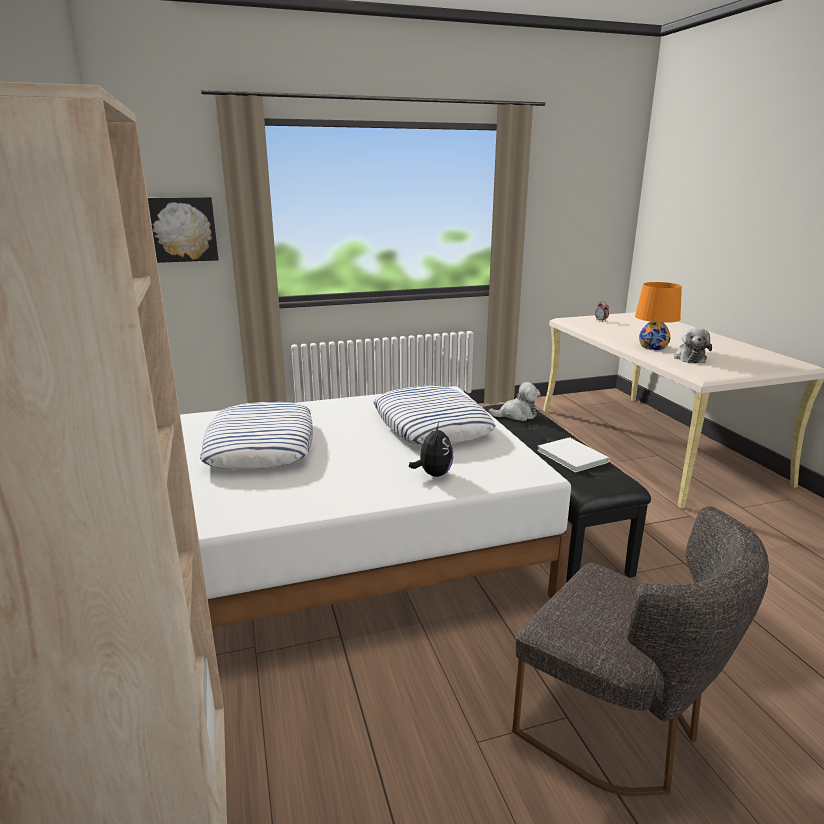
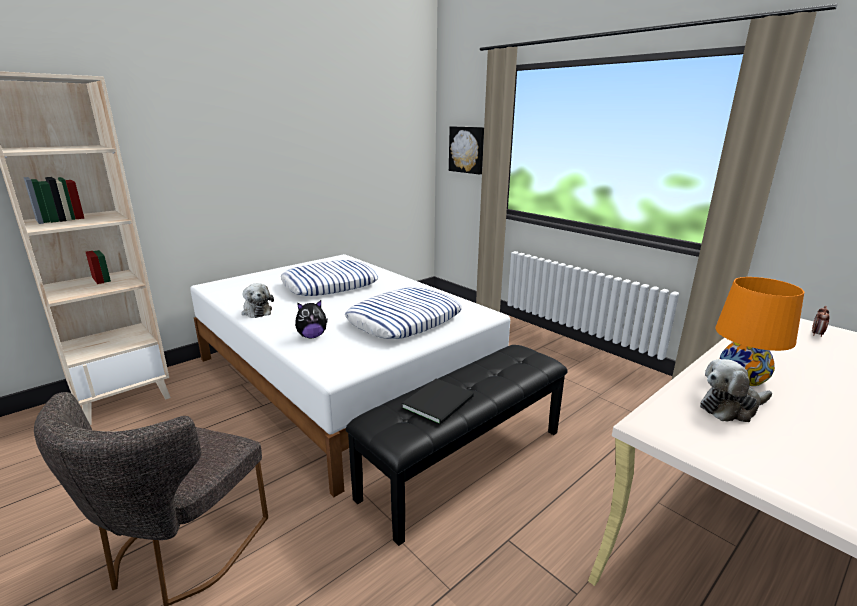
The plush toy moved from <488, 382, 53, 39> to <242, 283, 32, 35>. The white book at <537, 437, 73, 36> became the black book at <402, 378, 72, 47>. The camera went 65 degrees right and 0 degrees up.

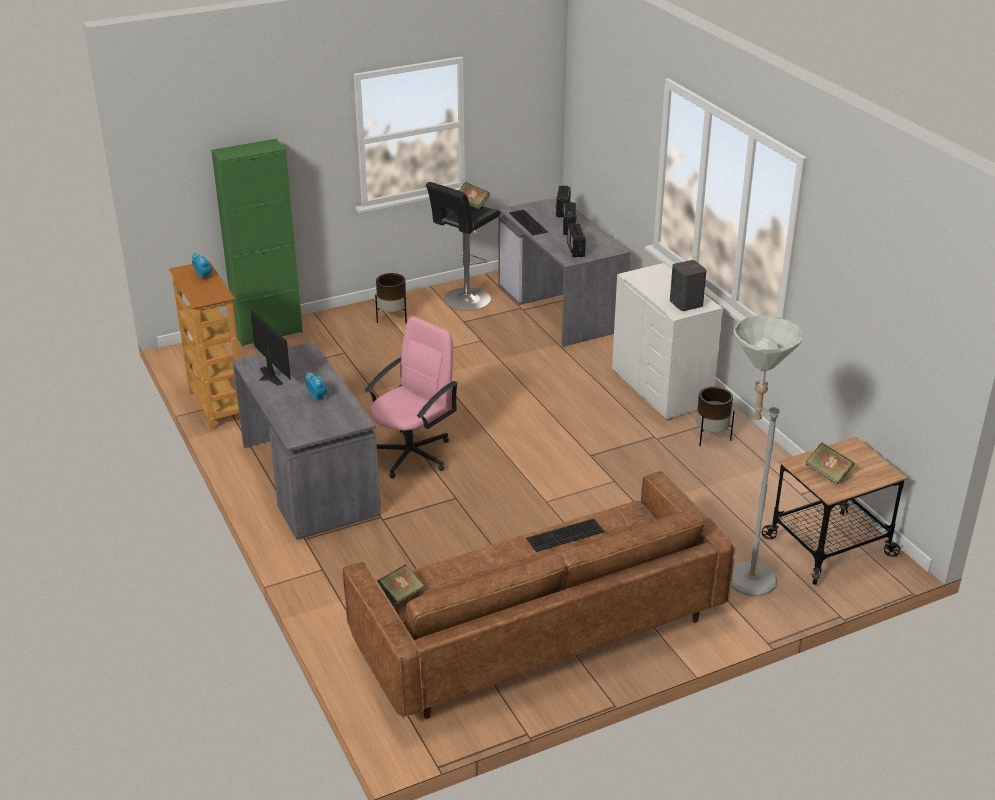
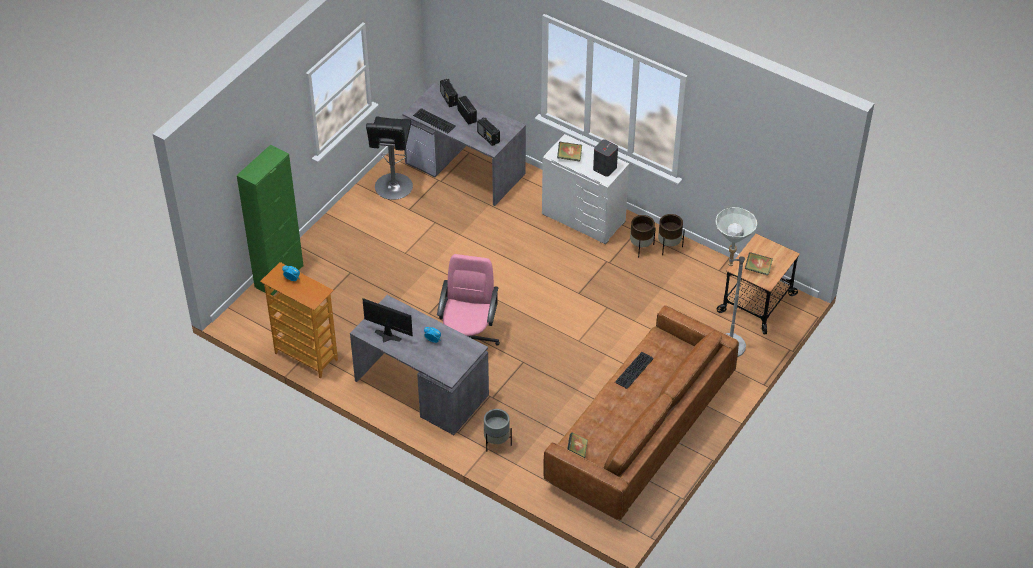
The book moved from <459, 182, 31, 28> to <557, 142, 25, 20>. The brown planter moved from <375, 273, 32, 50> to <658, 214, 27, 41>. The grey planter at <484, 409, 28, 42> appeared. The camera went 30 degrees left and 15 degrees up.

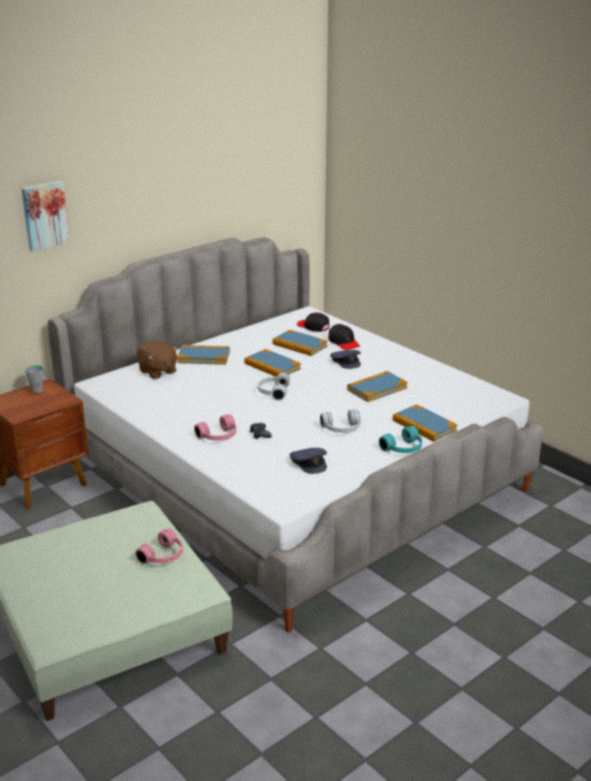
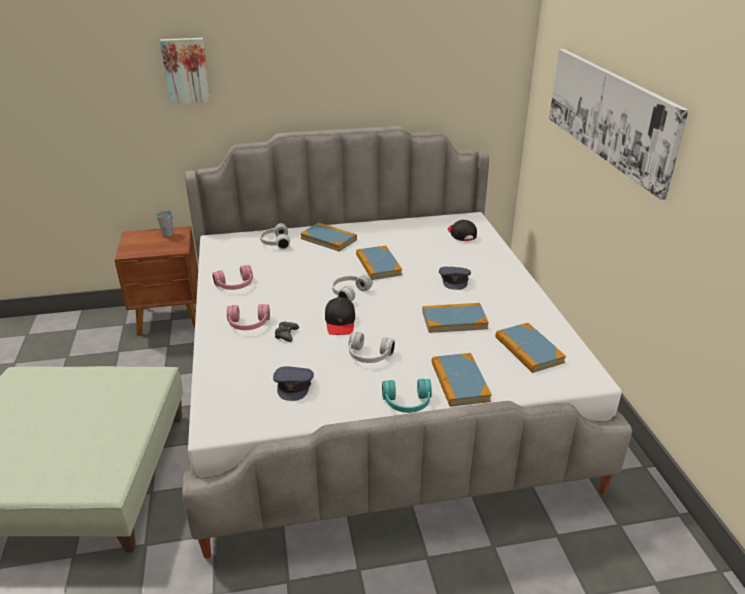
The black cap moved from <328, 324, 32, 26> to <325, 297, 30, 38>. The book moved from <272, 330, 56, 26> to <496, 323, 70, 50>. The brown plush toy at <136, 340, 42, 39> was replaced by the white headphones at <260, 223, 30, 26>. The pink headphones moved from <135, 528, 48, 36> to <212, 265, 41, 25>. The picture at <549, 49, 140, 151> appeared. The camera went 30 degrees right and 5 degrees up.

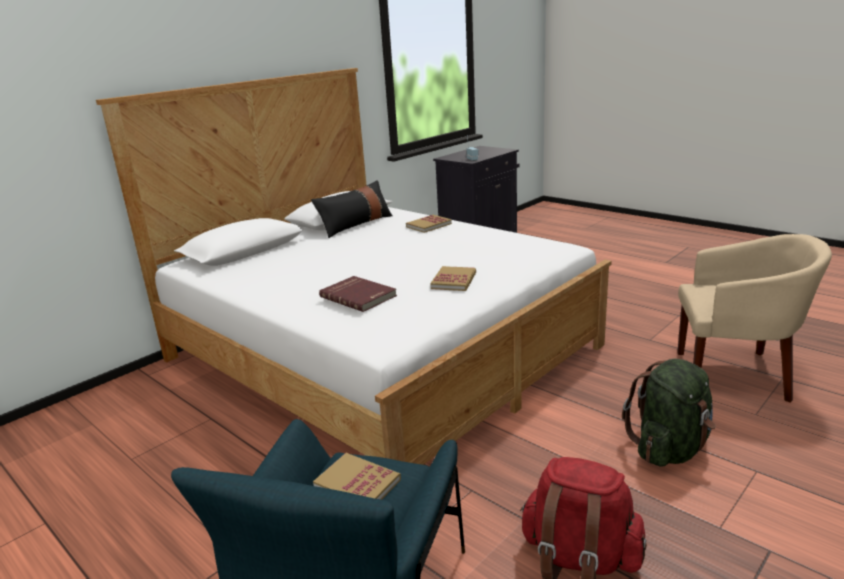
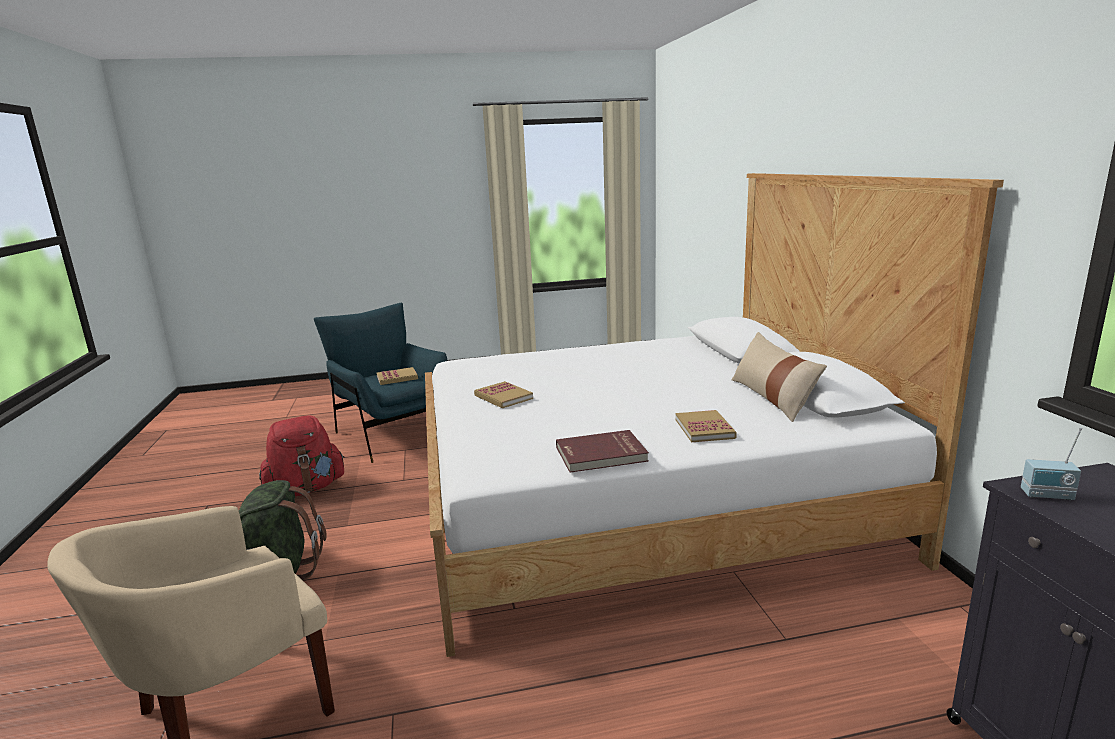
The black pillow at <311, 180, 82, 58> became the beige pillow at <732, 332, 95, 90>. The red book moved from <319, 276, 78, 36> to <556, 430, 93, 43>. The camera went 125 degrees right and 5 degrees down.

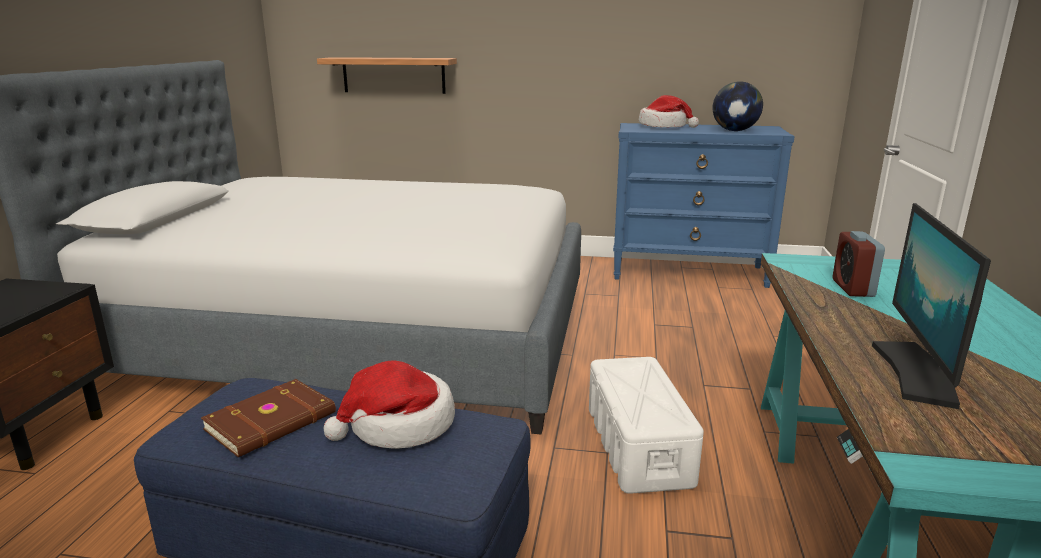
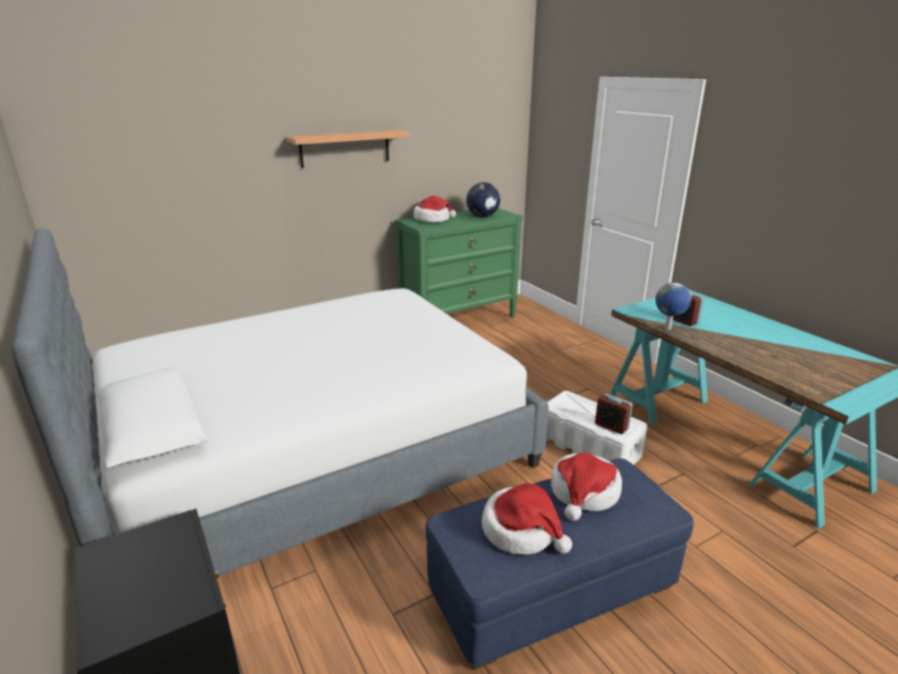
The shelf moved from <317, 57, 140, 37> to <286, 130, 124, 38>. The blue dresser at <613, 123, 182, 165> became the green dresser at <395, 208, 128, 110>. The monitor at <872, 203, 119, 206> disappeared. The brown book at <201, 379, 135, 78> was replaced by the hat at <482, 483, 90, 72>. The globe at <655, 283, 36, 47> appeared. The alarm clock at <595, 393, 38, 41> appeared. The camera went 40 degrees left and 5 degrees up.

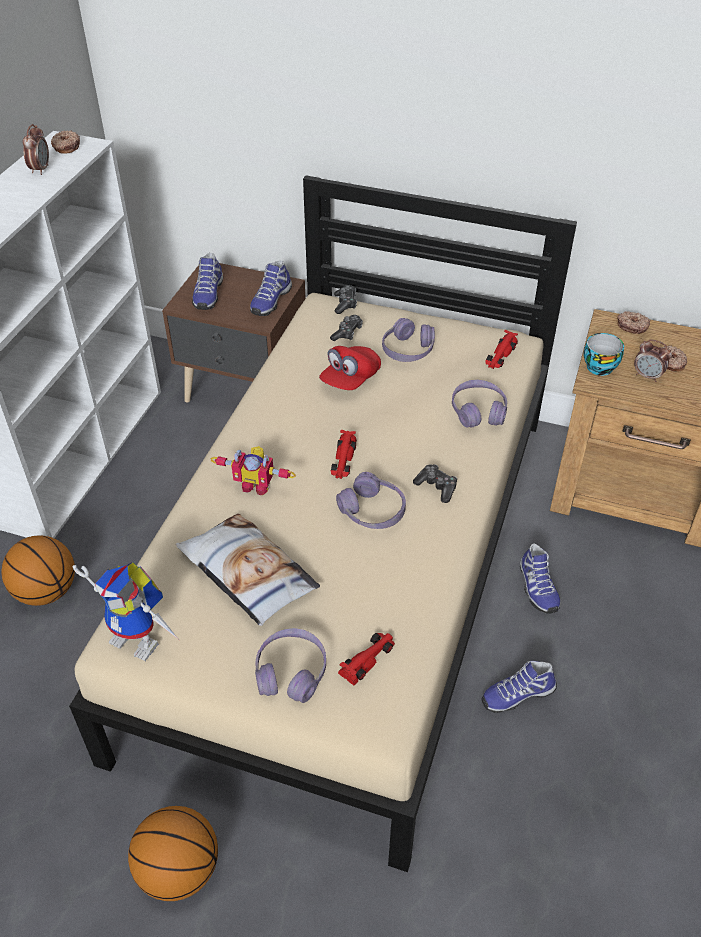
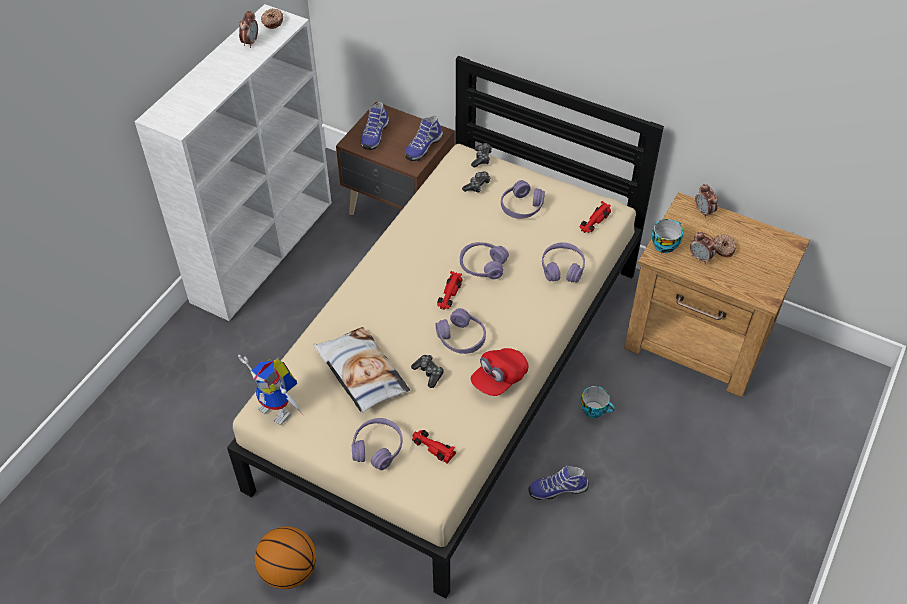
The donut at <617, 311, 34, 23> was replaced by the alarm clock at <695, 184, 23, 34>. The red cap moved from <319, 346, 62, 44> to <471, 348, 57, 48>. The toy robot at <210, 446, 86, 50> disappeared. The game controller moved from <413, 464, 44, 39> to <411, 355, 33, 33>. The basketball at <1, 535, 74, 71> disappeared. The shoe at <520, 543, 40, 71> was replaced by the cup at <580, 386, 35, 32>. The red toy car at <338, 633, 57, 53> turned 105 degrees counterclockwise. The purple headphones at <460, 242, 49, 37> appeared. The camera went 10 degrees right and 5 degrees up.

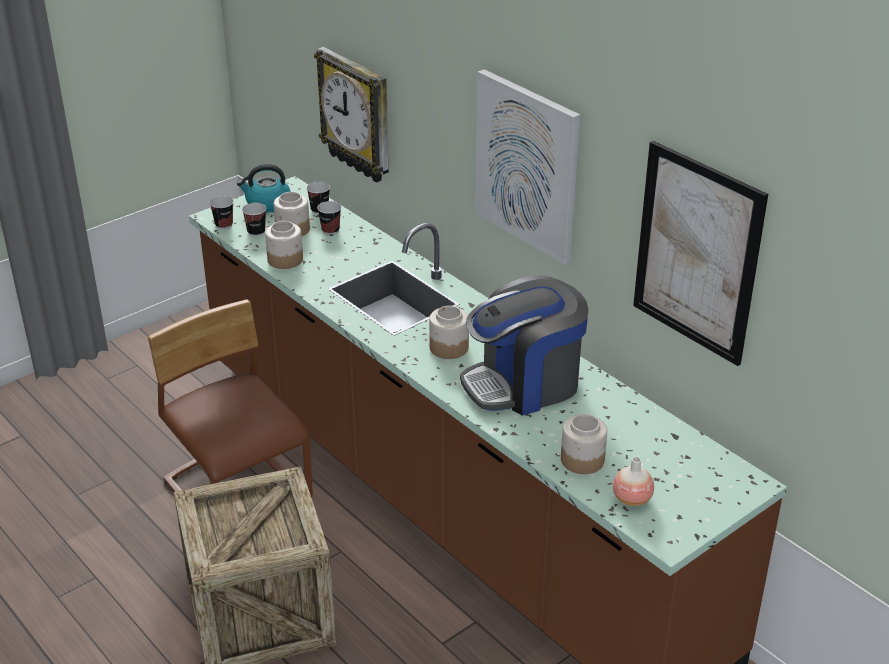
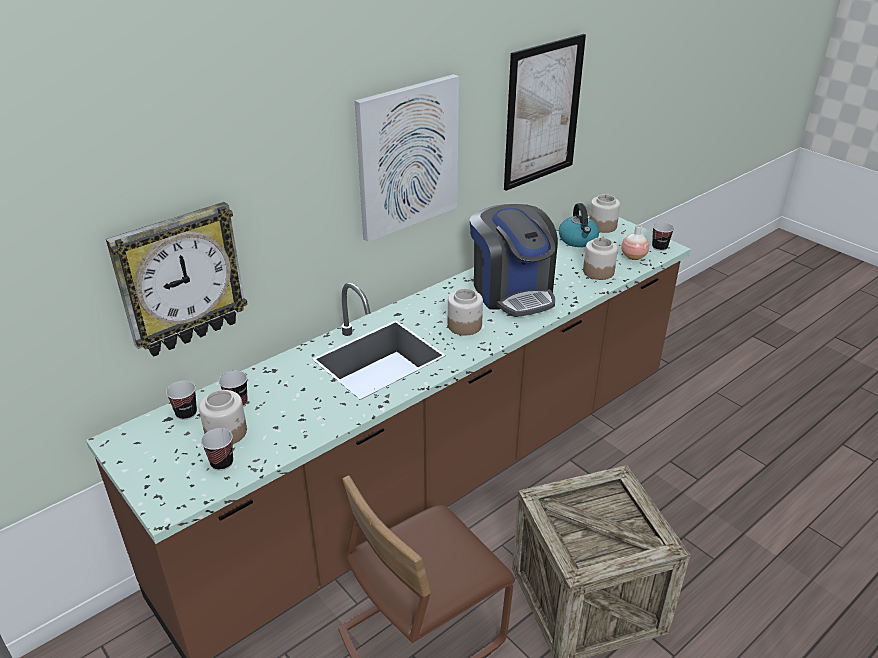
The kettle moved from <237, 164, 54, 49> to <559, 203, 40, 44>. The cup moved from <209, 196, 25, 33> to <652, 222, 22, 29>. The jar moved from <265, 221, 38, 48> to <589, 194, 31, 39>. The camera went 90 degrees left and 0 degrees up.

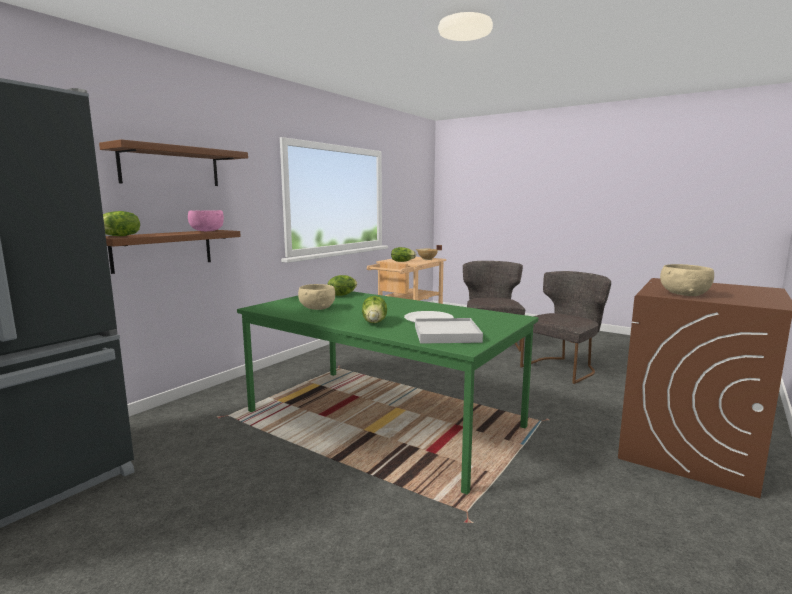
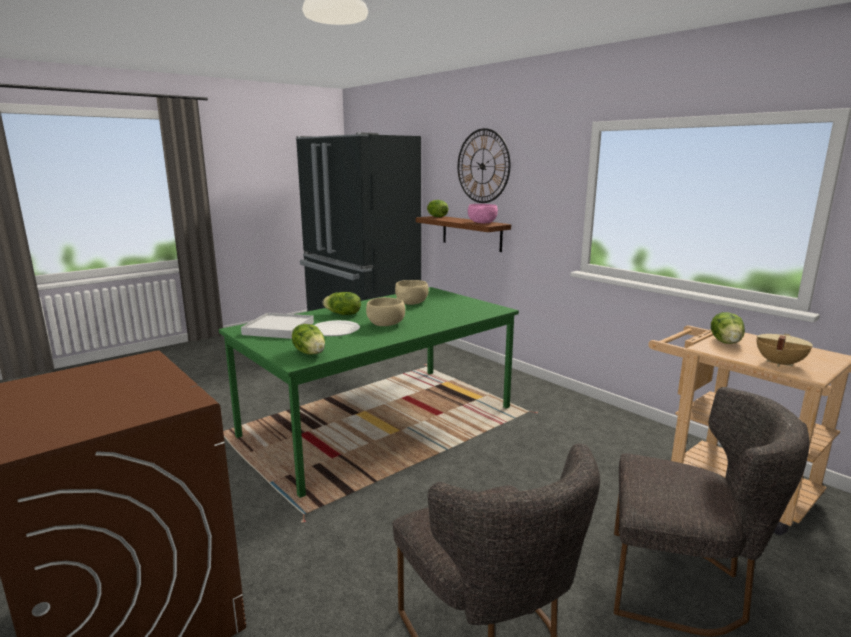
The brown shelf at <99, 139, 149, 47> was replaced by the wall clock at <458, 128, 52, 75>. The beige bowl moved from <660, 264, 54, 32> to <366, 297, 39, 29>. The lettuce moved from <327, 275, 30, 21> to <292, 324, 33, 31>. The camera went 105 degrees right and 5 degrees up.

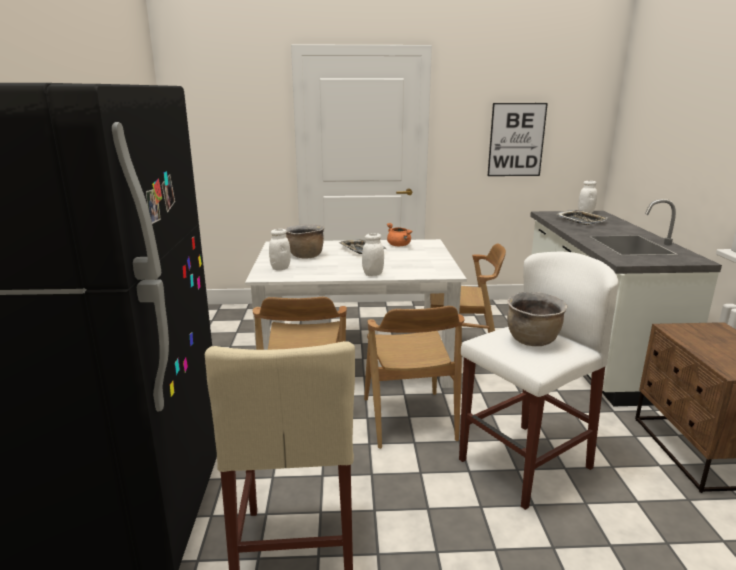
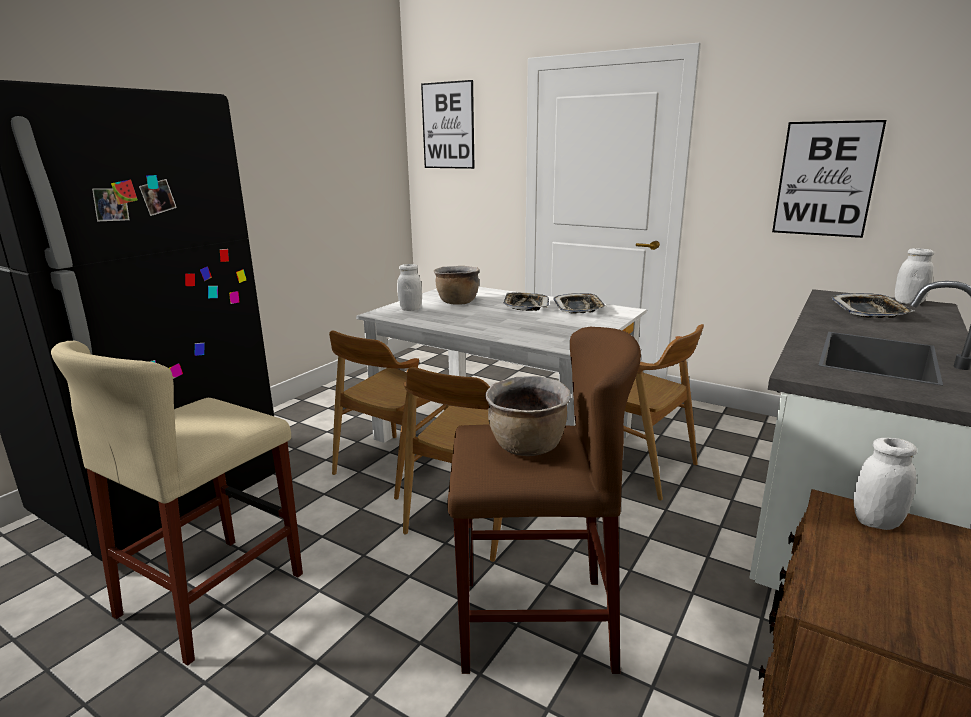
The orange cooking pot at <387, 223, 26, 23> was replaced by the tray at <553, 293, 53, 21>. The white jar moved from <362, 233, 22, 43> to <853, 438, 64, 92>. The white stool at <459, 252, 160, 258> became the brown stool at <448, 327, 193, 347>. The picture at <421, 80, 54, 89> appeared. The camera went 35 degrees right and 0 degrees up.

